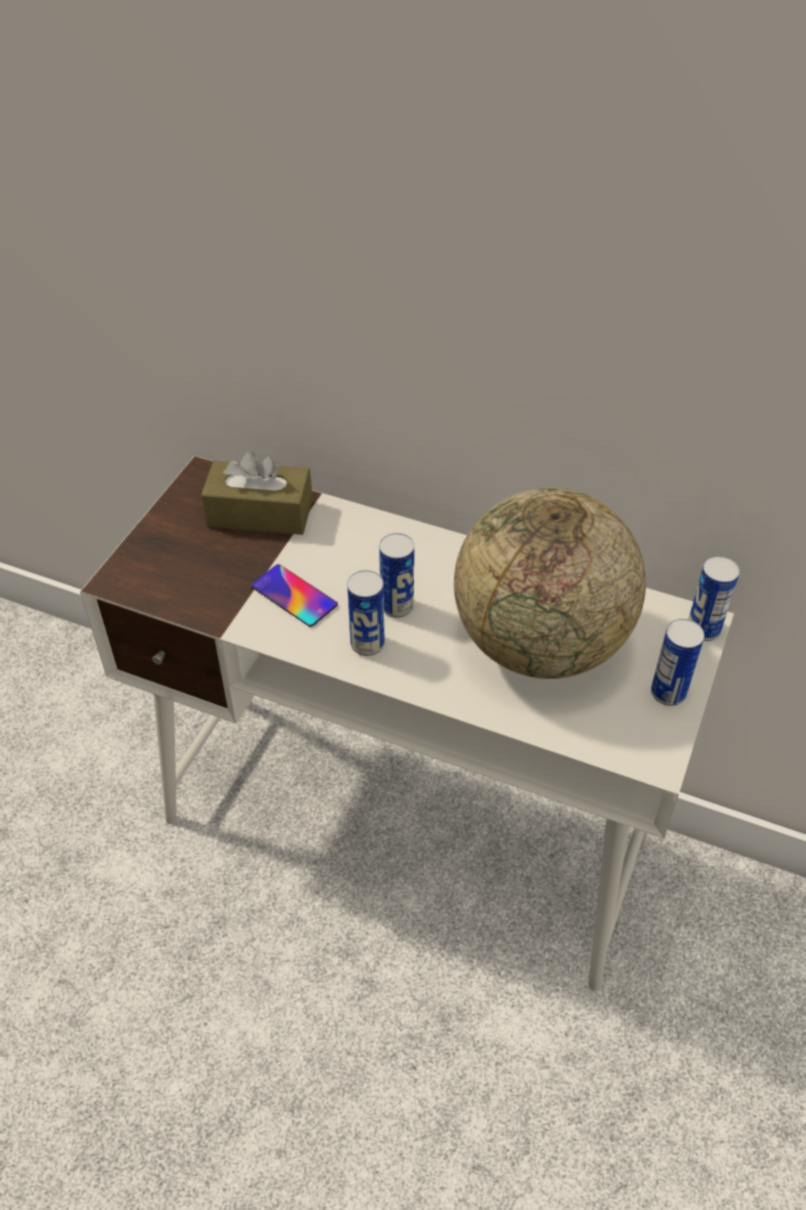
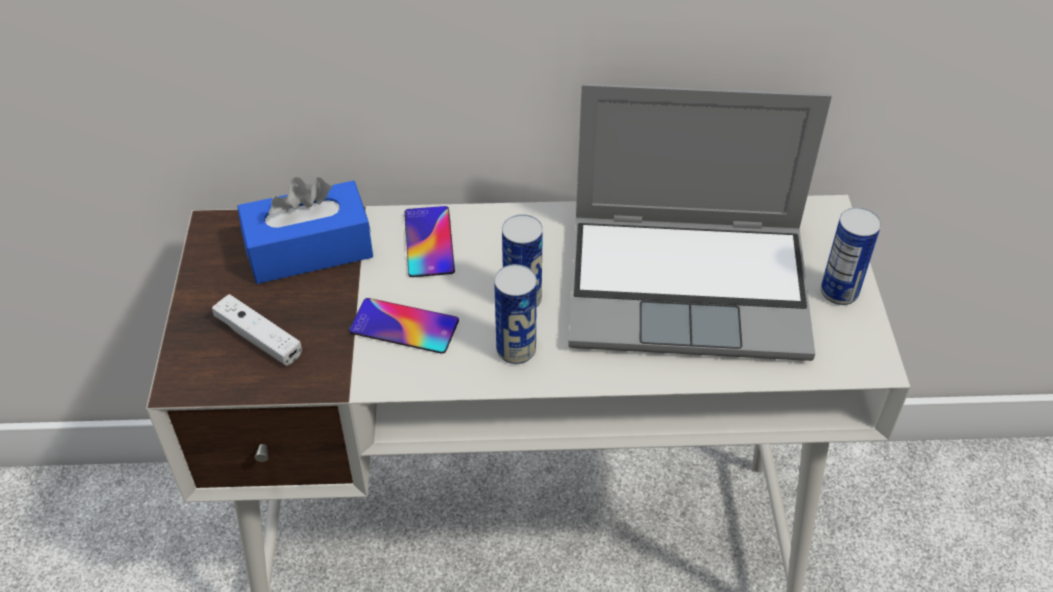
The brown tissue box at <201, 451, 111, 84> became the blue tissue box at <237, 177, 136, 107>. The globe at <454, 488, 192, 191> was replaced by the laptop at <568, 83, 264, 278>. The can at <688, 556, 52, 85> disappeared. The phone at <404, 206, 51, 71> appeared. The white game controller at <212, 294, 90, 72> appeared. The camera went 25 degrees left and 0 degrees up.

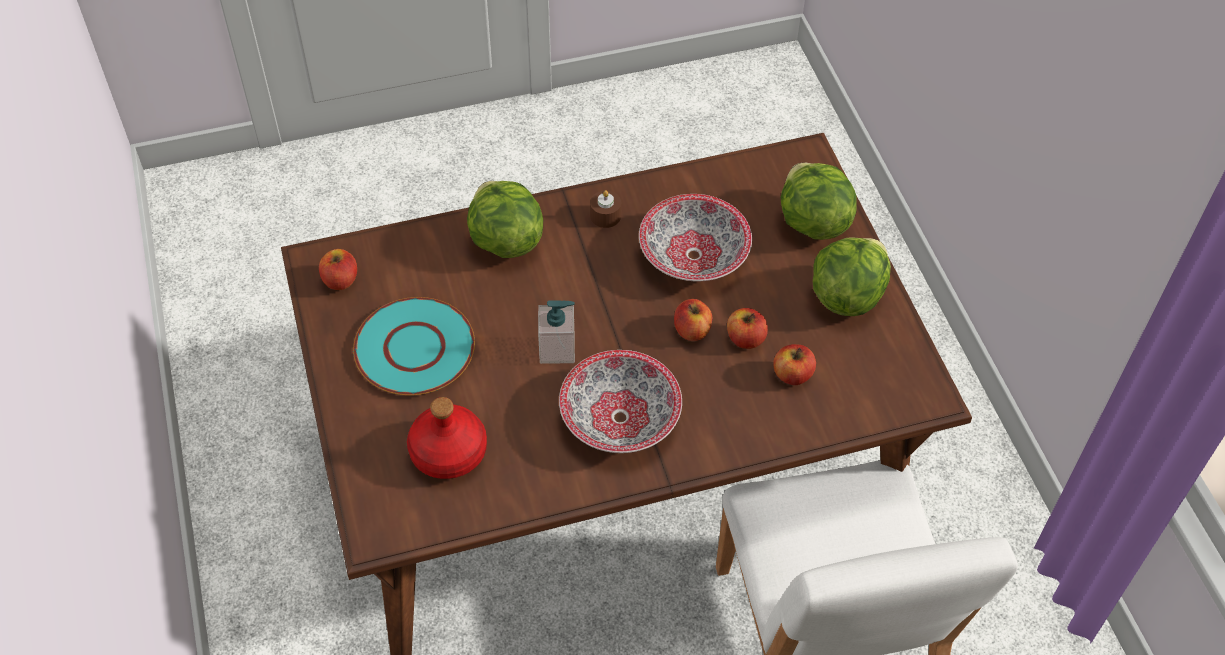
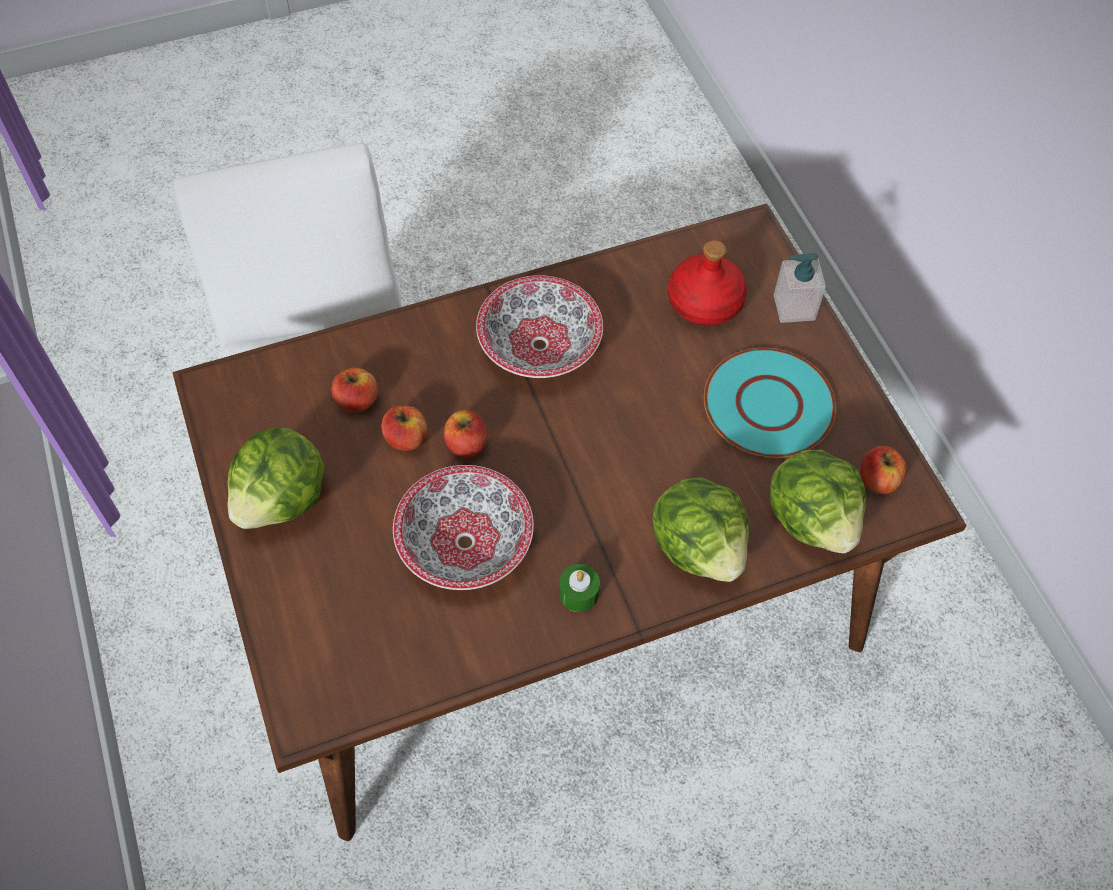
The lettuce moved from <781, 163, 76, 77> to <770, 450, 96, 103>. The brown candle at <590, 190, 31, 38> became the green candle at <559, 564, 41, 48>. The soap dispenser moved from <538, 300, 37, 64> to <774, 253, 52, 70>. The camera went 175 degrees right and 5 degrees up.

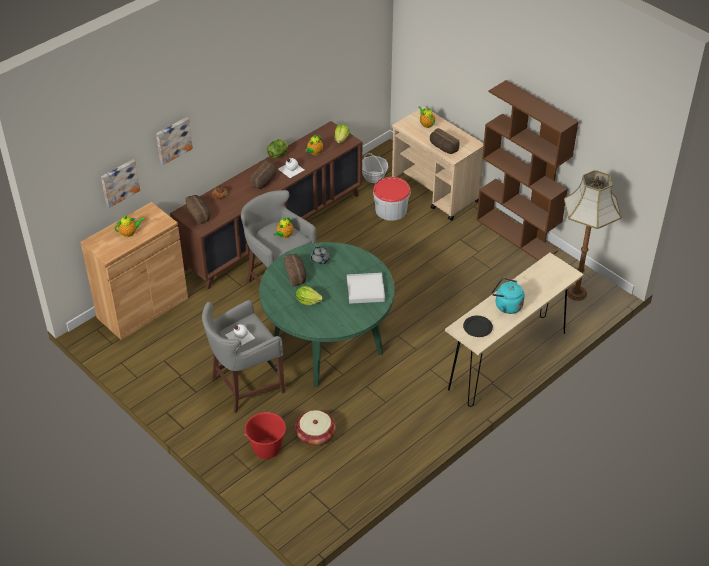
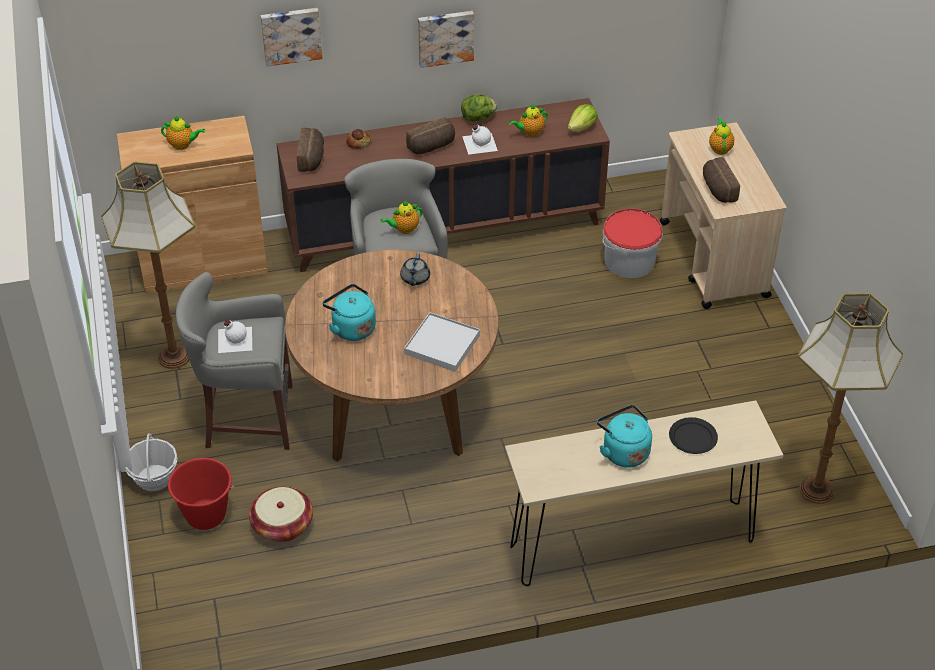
The brown bookcase at <476, 80, 103, 181> disappeared. The basket moved from <362, 153, 26, 30> to <125, 433, 52, 58>. The picture moved from <101, 160, 39, 48> to <418, 11, 56, 57>. The green dining table at <259, 242, 136, 145> became the brown dining table at <285, 250, 213, 212>. The bread at <284, 254, 22, 32> disappeared. The lettuce at <296, 286, 27, 19> was replaced by the turquoise kettle at <323, 284, 53, 57>. The black plate moved from <463, 316, 30, 21> to <669, 417, 49, 37>. The floor lamp at <101, 161, 94, 208> appeared. The camera went 30 degrees right and 0 degrees up.

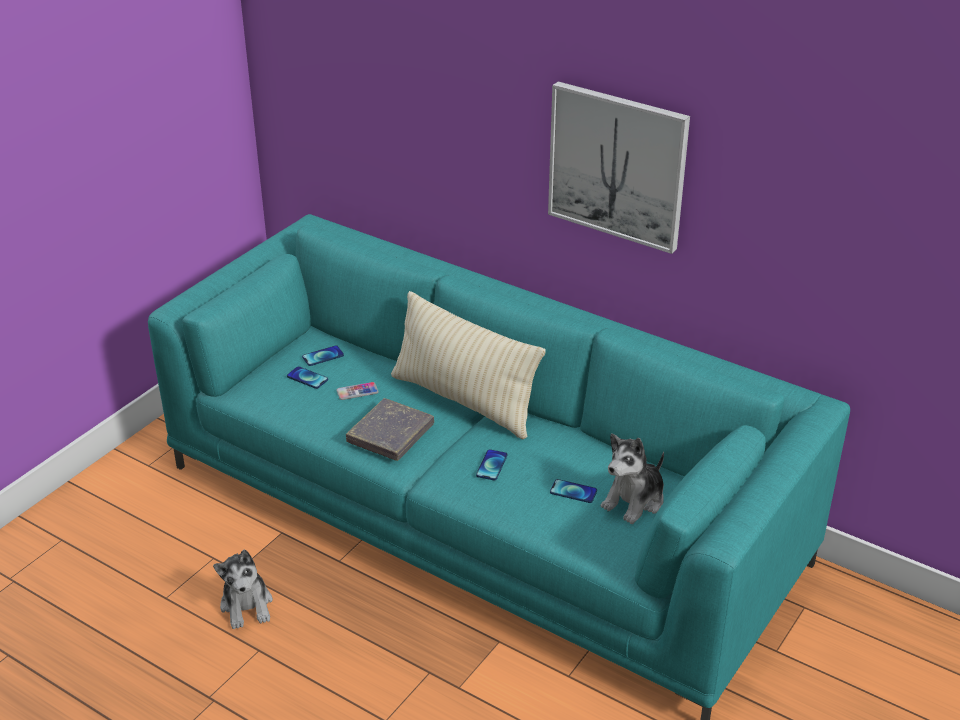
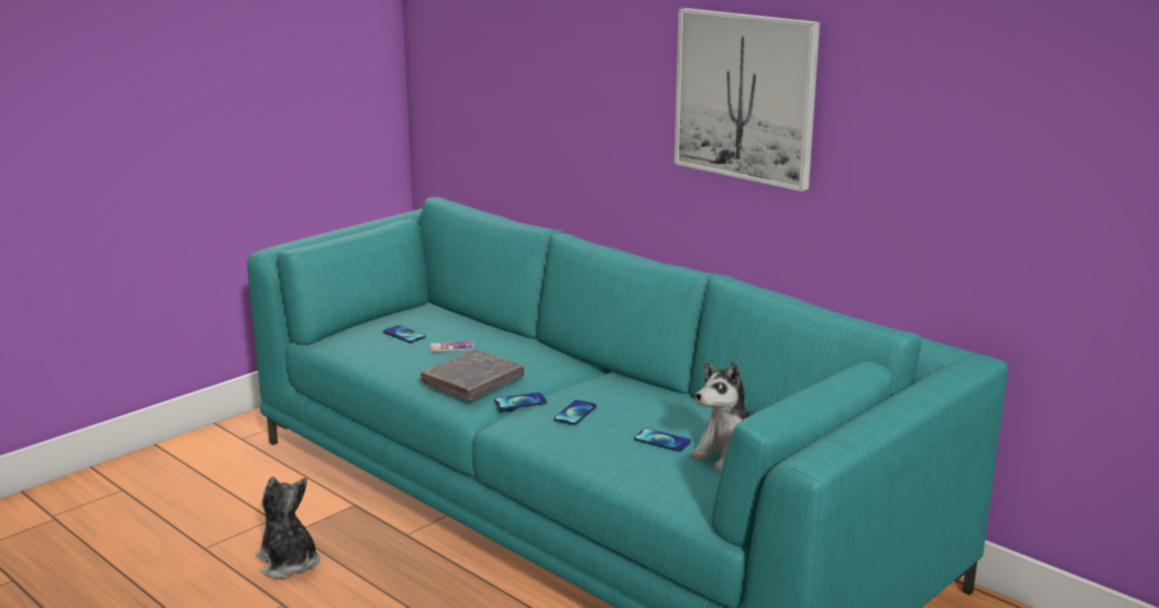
The beige pillow at <391, 291, 155, 148> disappeared. The phone moved from <302, 345, 42, 21> to <495, 392, 52, 18>. The plush toy at <213, 549, 60, 80> turned 150 degrees clockwise. The camera went 10 degrees right and 15 degrees down.

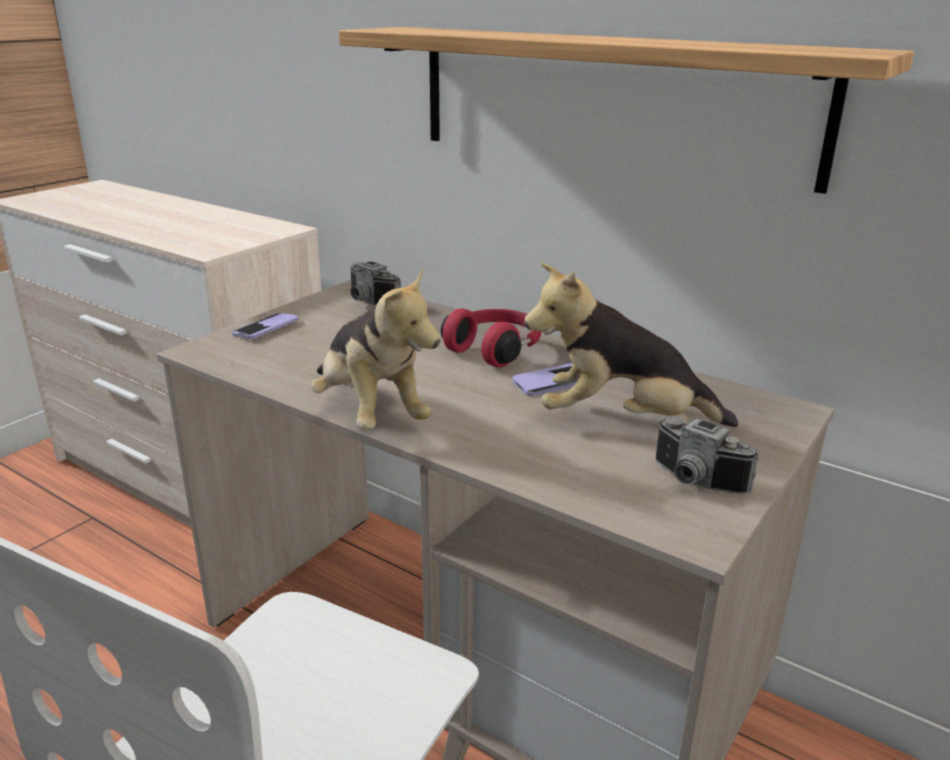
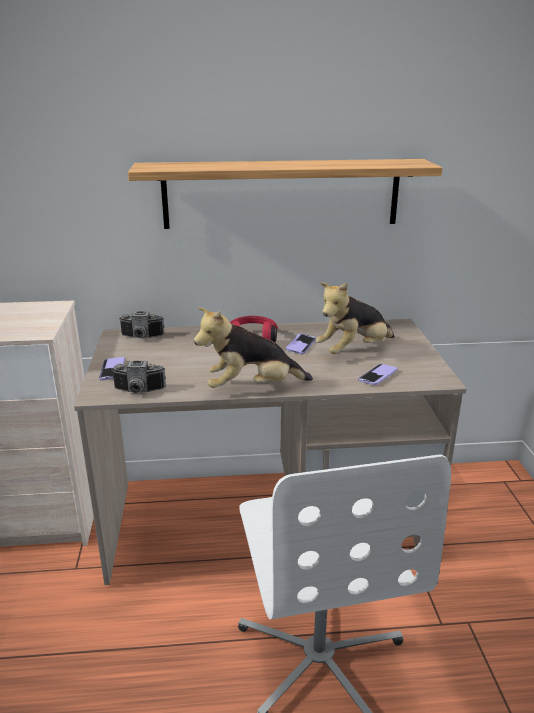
The plush toy at <311, 268, 130, 161> turned 150 degrees clockwise. The photo camera moved from <655, 417, 105, 77> to <111, 361, 55, 32>. The phone at <358, 364, 39, 21> appeared. The camera went 40 degrees left and 0 degrees up.

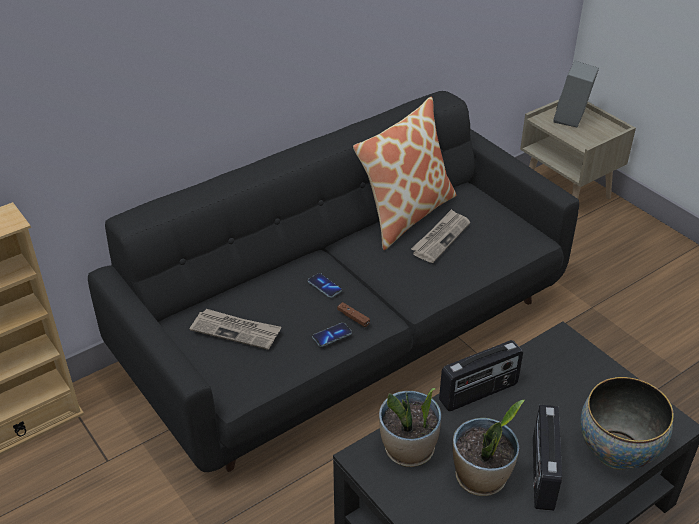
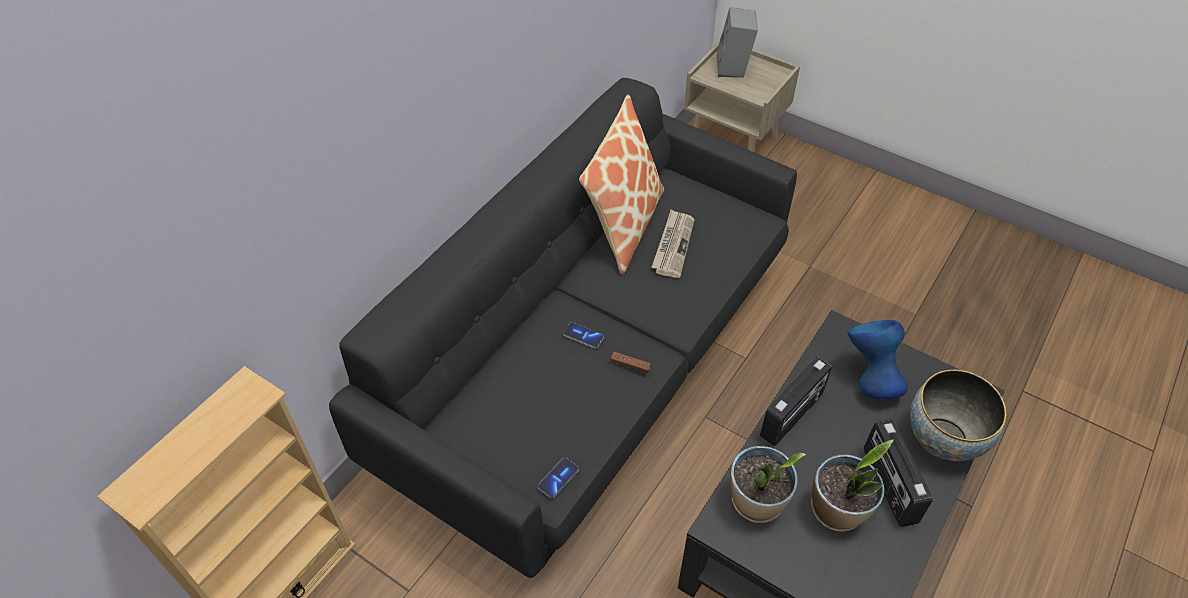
The newspaper at <190, 309, 91, 41> disappeared. The phone moved from <312, 322, 40, 25> to <537, 458, 42, 40>. The blue vase at <848, 320, 60, 79> appeared. The camera went 20 degrees left and 10 degrees up.

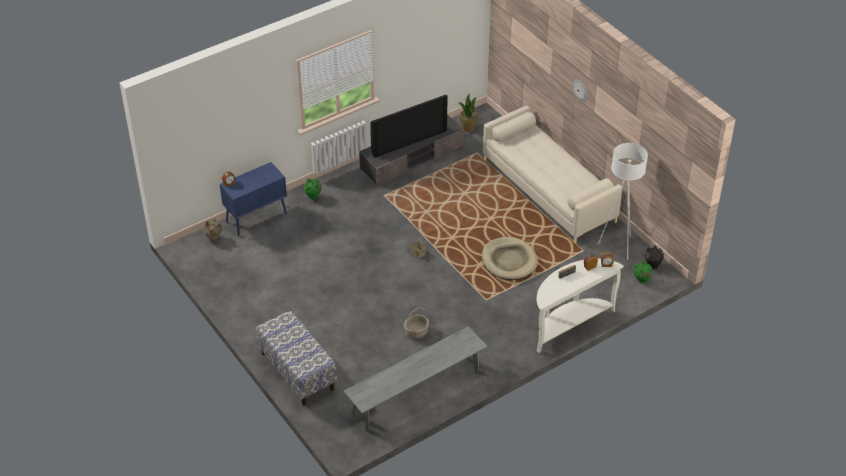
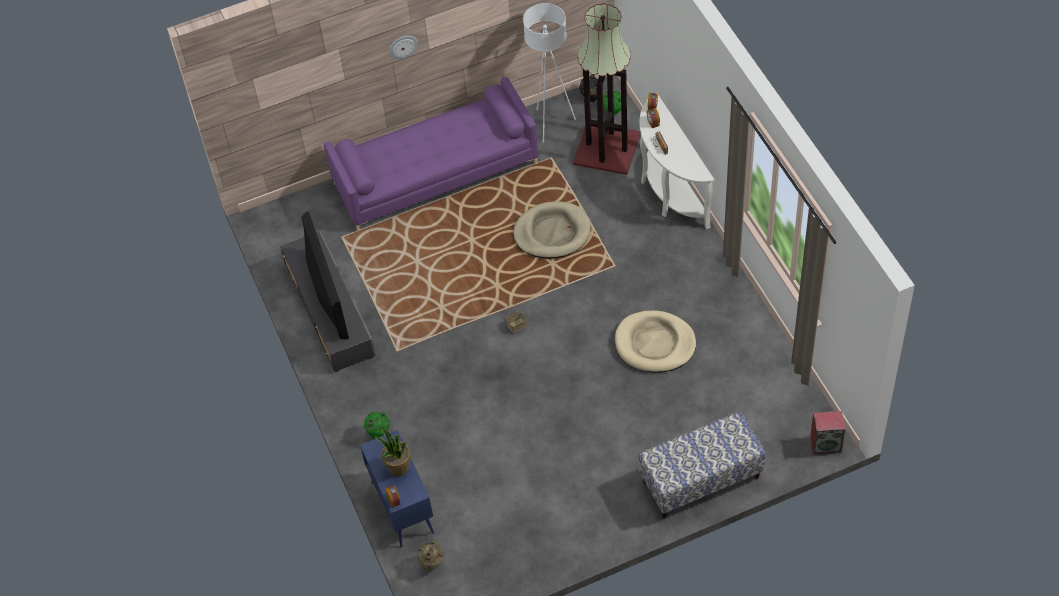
The potted plant moved from <459, 94, 19, 38> to <374, 429, 37, 47>. The beige sofa at <483, 105, 140, 138> became the purple sofa at <324, 77, 214, 154>. The basket at <404, 308, 25, 30> was replaced by the beige dog bed at <615, 311, 81, 62>. The grey bench at <344, 326, 144, 106> disappeared. The floor lamp at <573, 3, 68, 172> appeared. The speaker at <810, 411, 35, 44> appeared. The camera went 75 degrees left and 10 degrees up.

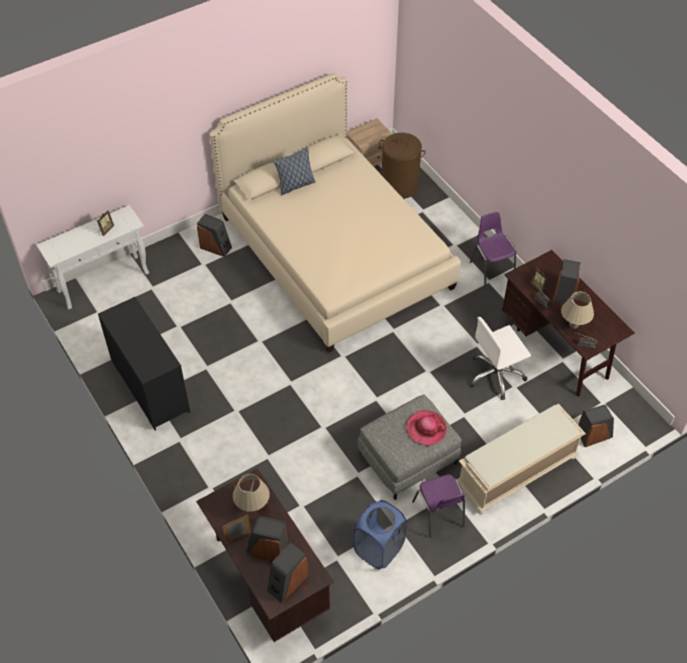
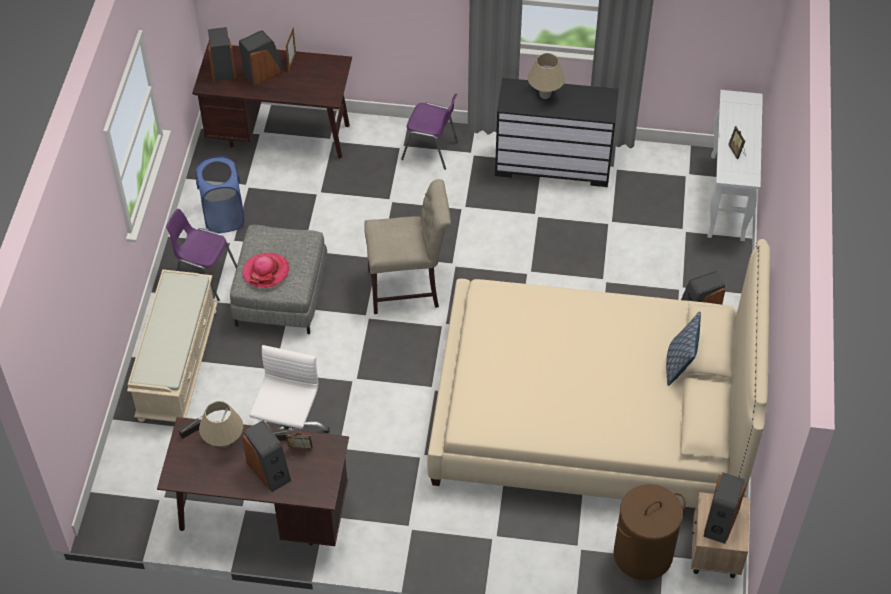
The purple chair moved from <470, 212, 46, 77> to <401, 94, 57, 76>. The speaker moved from <578, 405, 36, 42> to <703, 472, 44, 72>. The beige table lamp moved from <233, 474, 37, 37> to <528, 53, 37, 46>. The beige chair at <364, 179, 87, 135> appeared. The camera went 130 degrees right and 0 degrees up.

